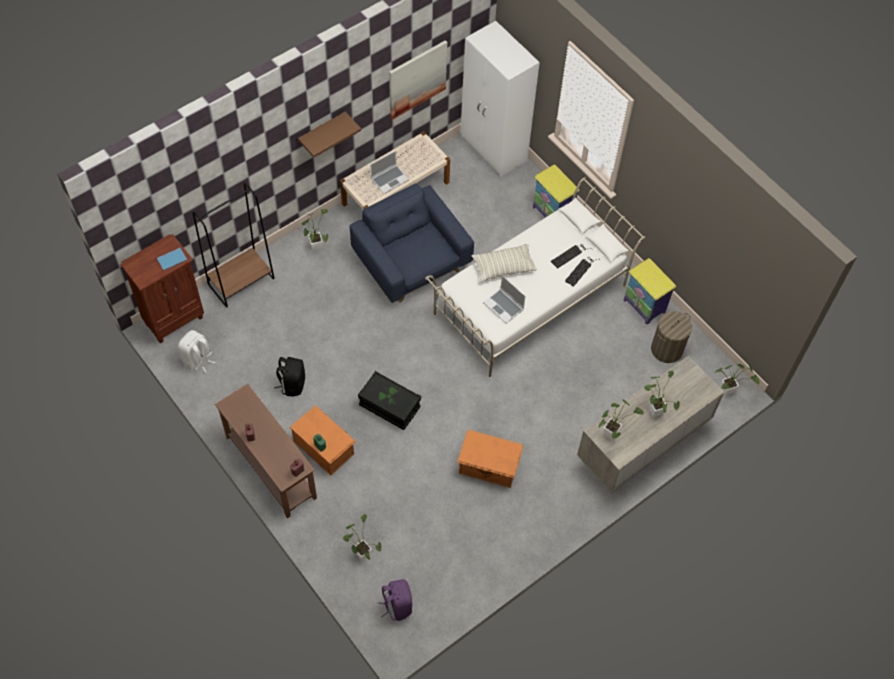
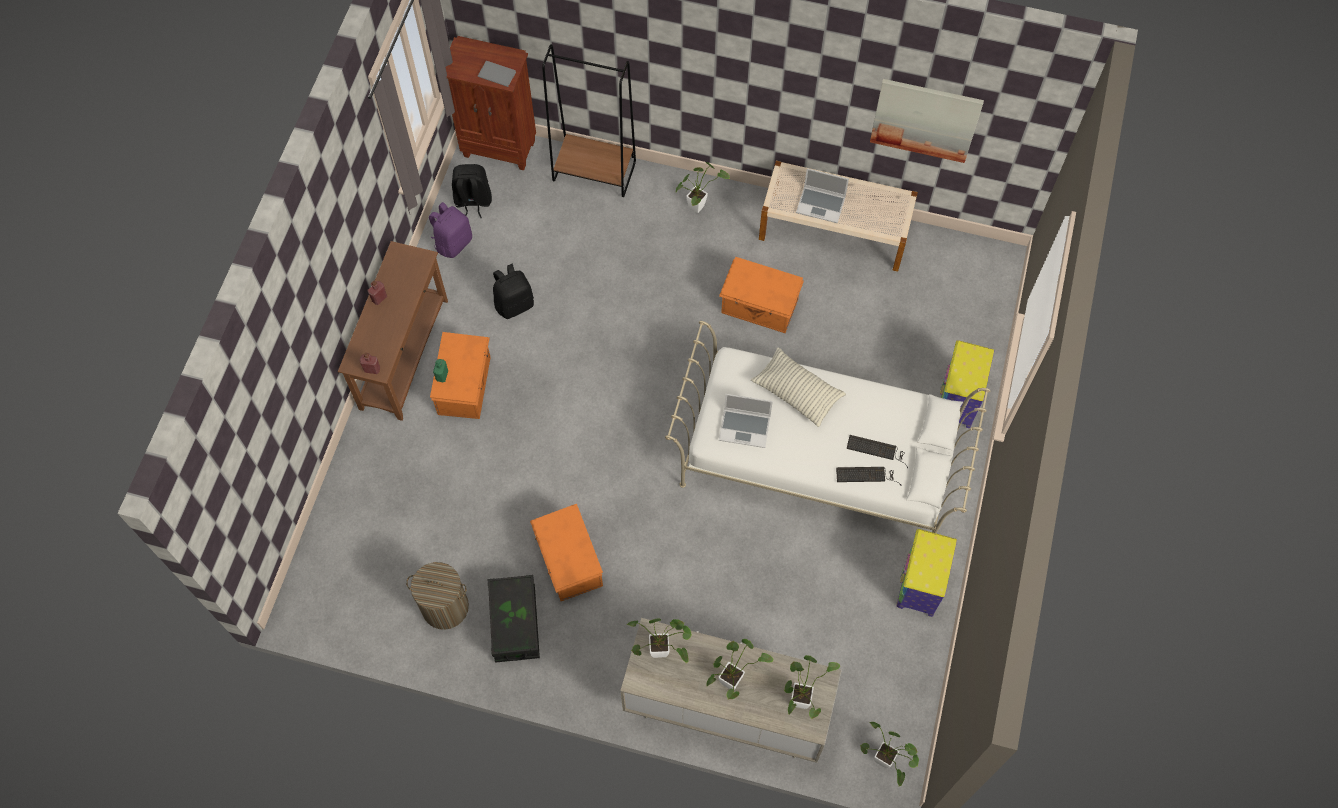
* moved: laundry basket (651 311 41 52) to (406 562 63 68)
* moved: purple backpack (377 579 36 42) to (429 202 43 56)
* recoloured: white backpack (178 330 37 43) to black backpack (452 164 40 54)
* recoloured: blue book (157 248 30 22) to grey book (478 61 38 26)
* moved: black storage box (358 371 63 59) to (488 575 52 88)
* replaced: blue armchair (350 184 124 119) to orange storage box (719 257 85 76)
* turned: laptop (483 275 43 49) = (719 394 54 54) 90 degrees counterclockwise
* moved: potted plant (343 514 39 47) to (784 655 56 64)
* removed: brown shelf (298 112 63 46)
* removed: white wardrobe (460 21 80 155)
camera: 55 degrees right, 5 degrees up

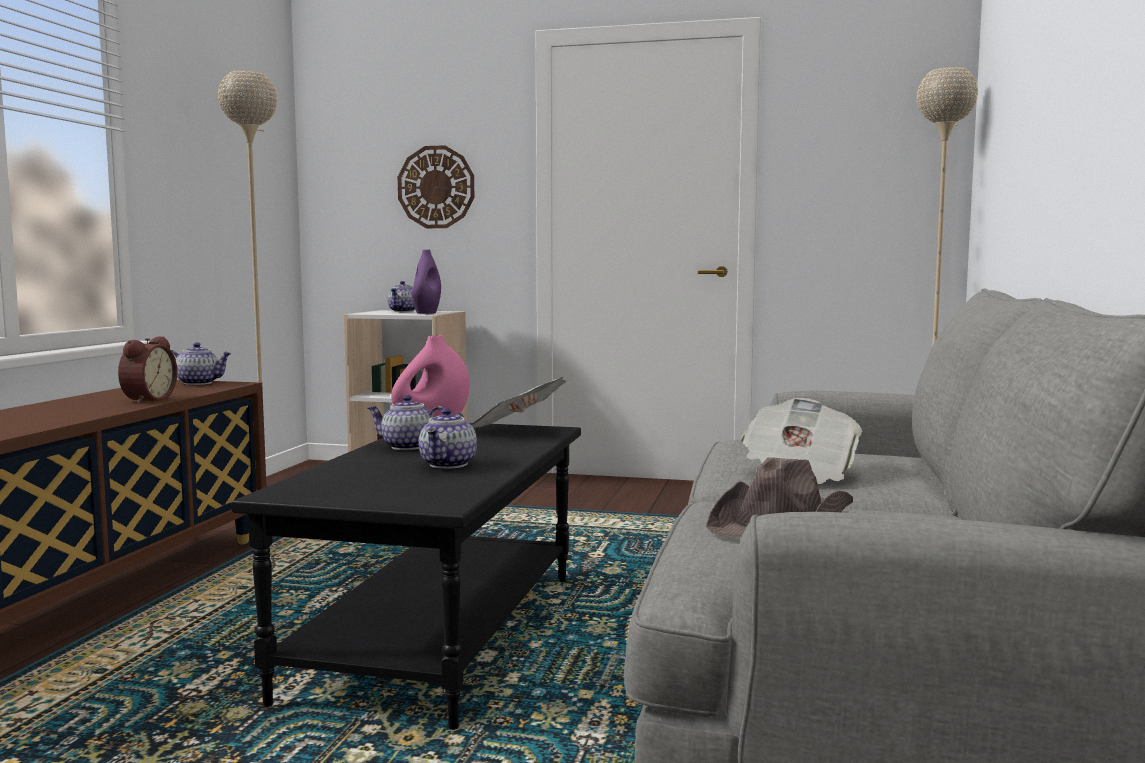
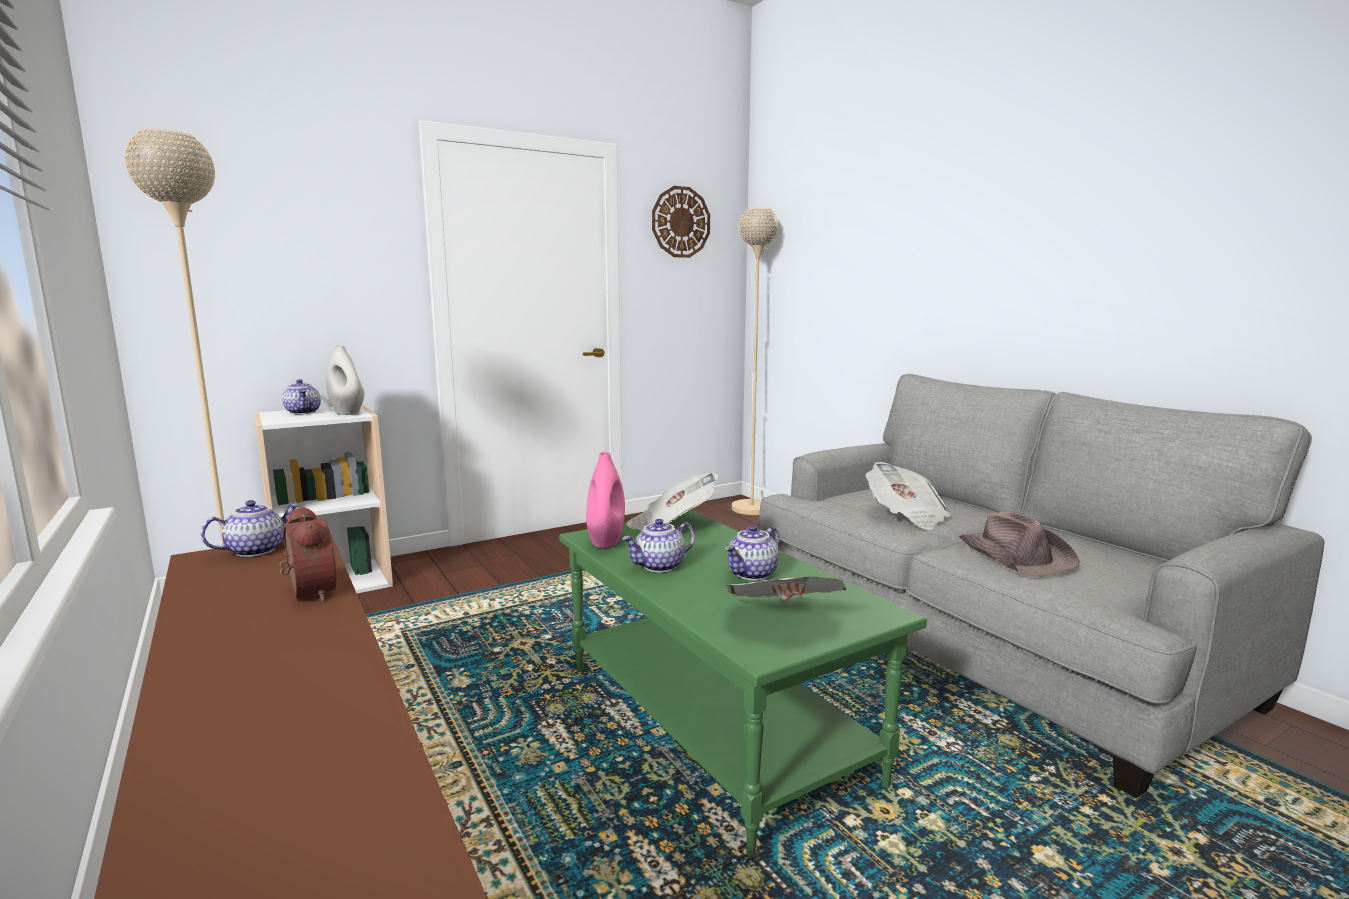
* recoloured: purple vase (412 250 29 64) to white vase (326 345 39 70)
* recoloured: black coffee table (232 423 349 307) to green coffee table (559 510 368 346)
* moved: wall clock (398 145 76 83) to (652 186 58 72)
* turned: teapot (419 408 58 61) = (725 525 55 56) 75 degrees clockwise
* added: newspaper (726 577 121 24)
camera: 45 degrees left, 5 degrees up

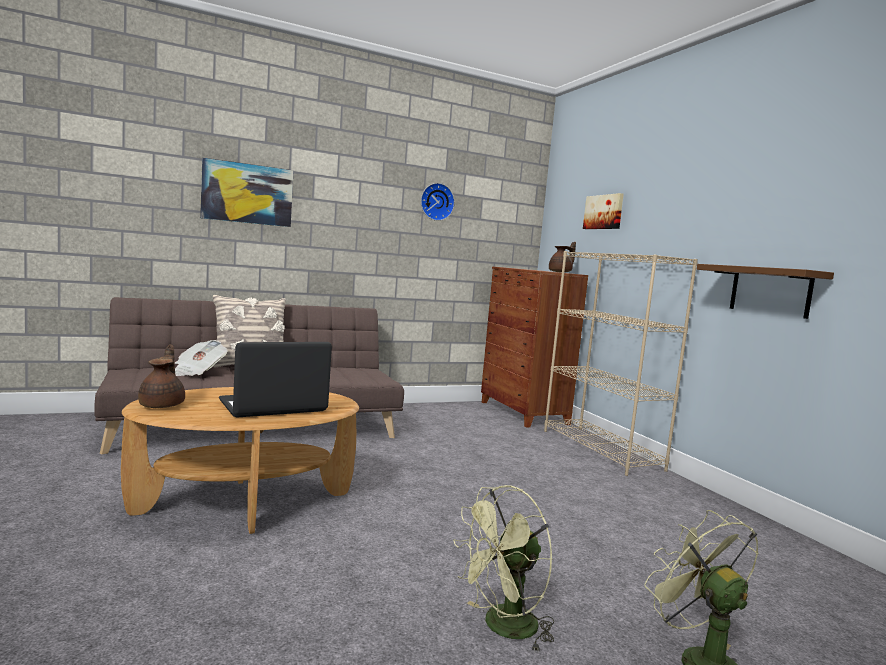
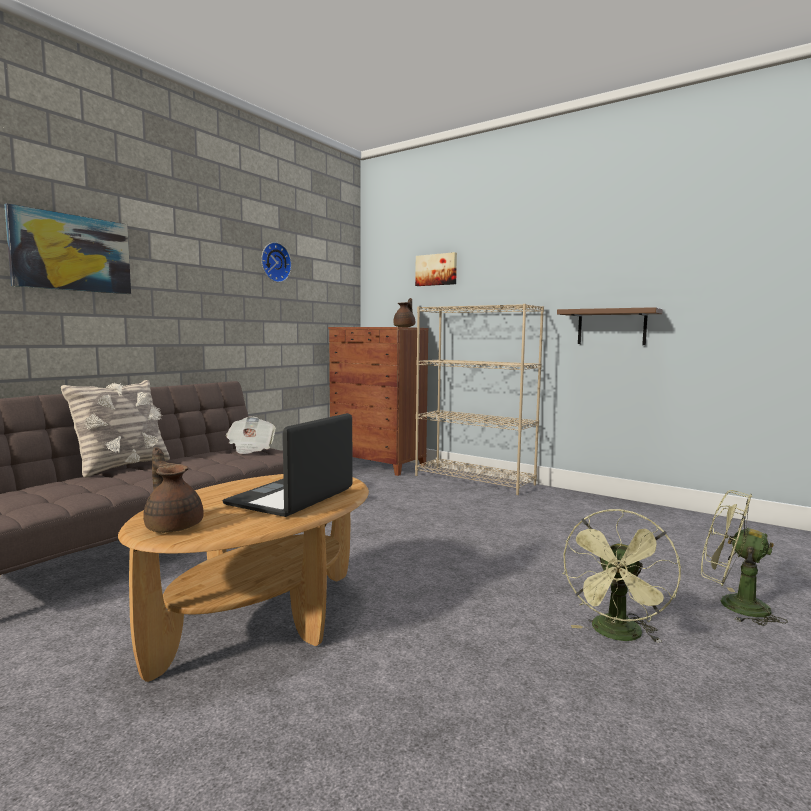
* moved: newspaper (175 340 53 36) to (226 417 50 37)
camera: 30 degrees left, 0 degrees up

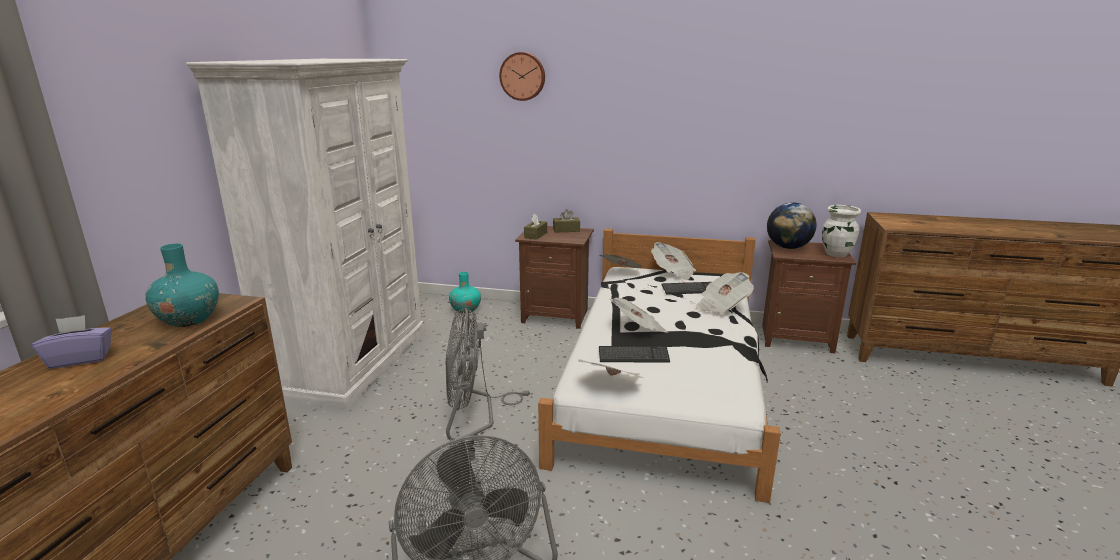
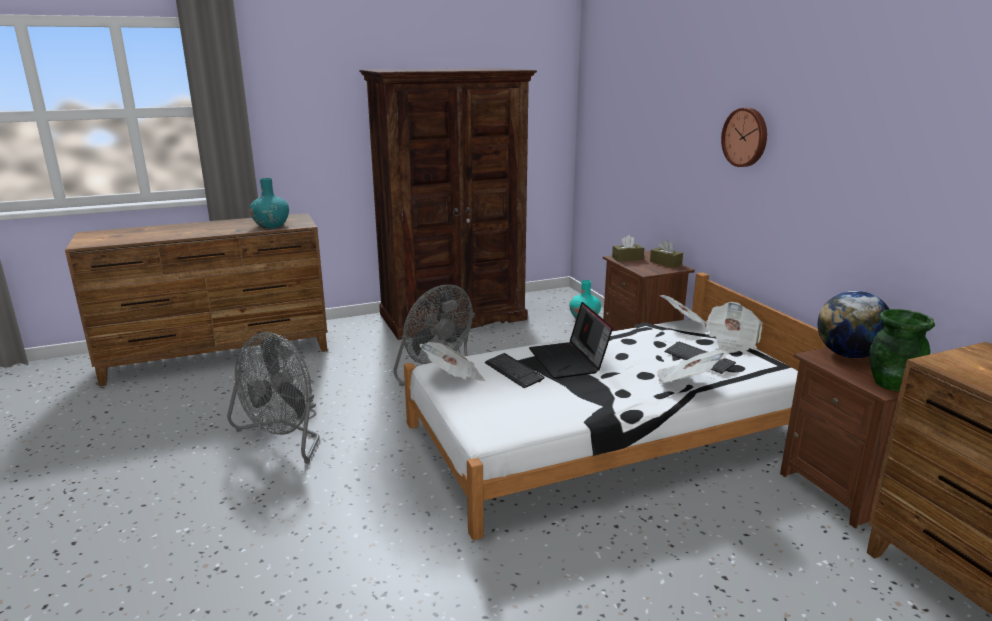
* recoloured: white wardrobe (186 59 239 352) to brown wardrobe (359 68 178 272)
* replaced: newspaper (610 298 58 35) to laptop (529 302 84 77)
* moved: wall clock (499 52 46 49) to (721 108 46 59)
* recoloured: white vase (822 205 39 52) to green vase (870 309 65 82)
* removed: purple tissue box (32 315 80 54)
camera: 55 degrees right, 0 degrees up

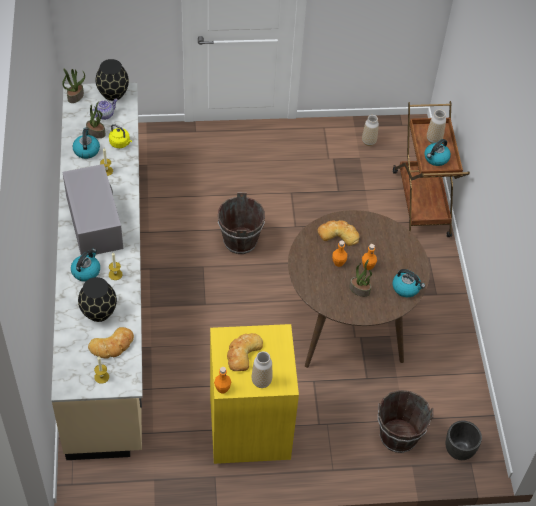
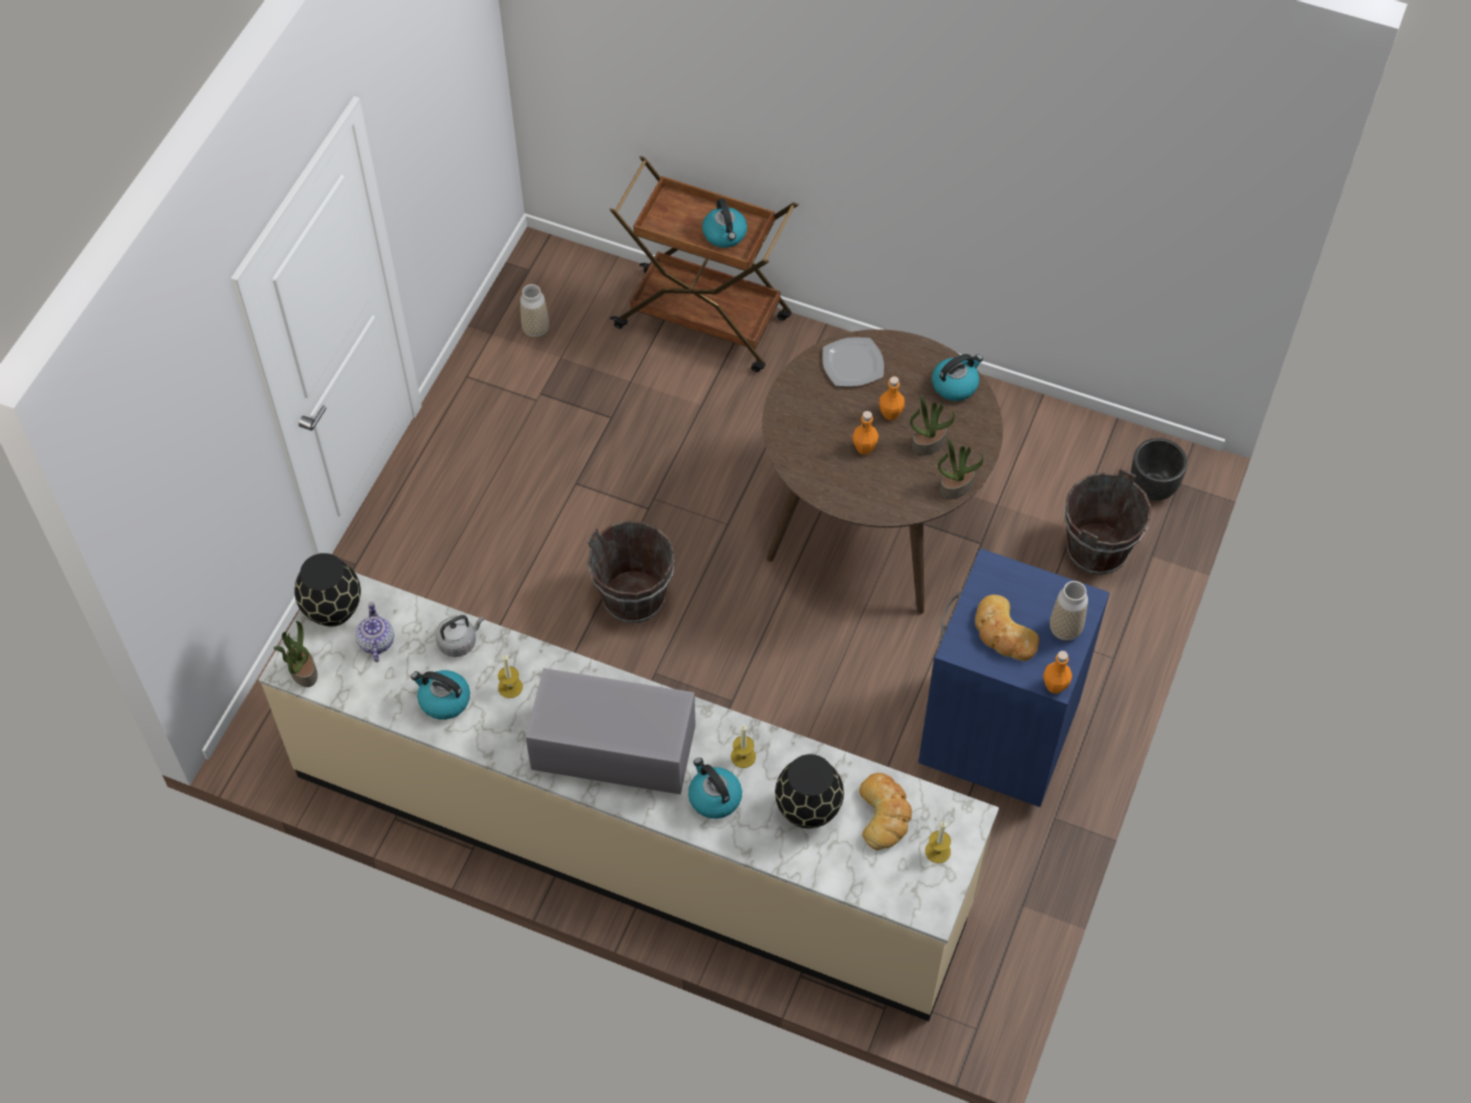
* recoloured: yellow kettle (109 124 23 24) to grey kettle (435 615 49 42)
* added: plate (822 337 62 49)
* recoloured: yellow dresser (210 324 89 140) to blue dresser (918 548 192 259)
* moved: potted plant (86 101 20 37) to (938 439 45 60)
* removed: bread (318 220 42 26)
* removed: vase (427 110 19 34)
camera: 60 degrees left, 5 degrees up

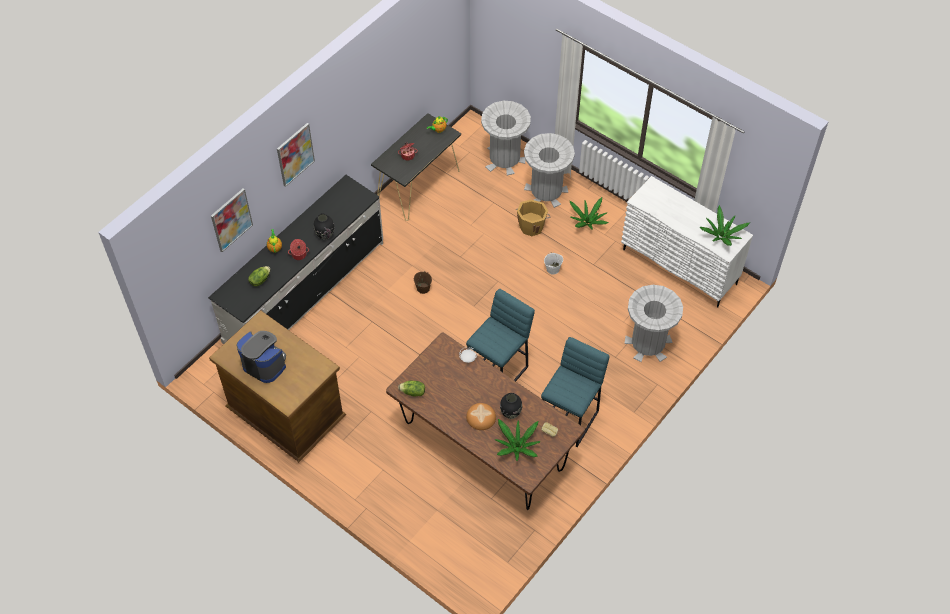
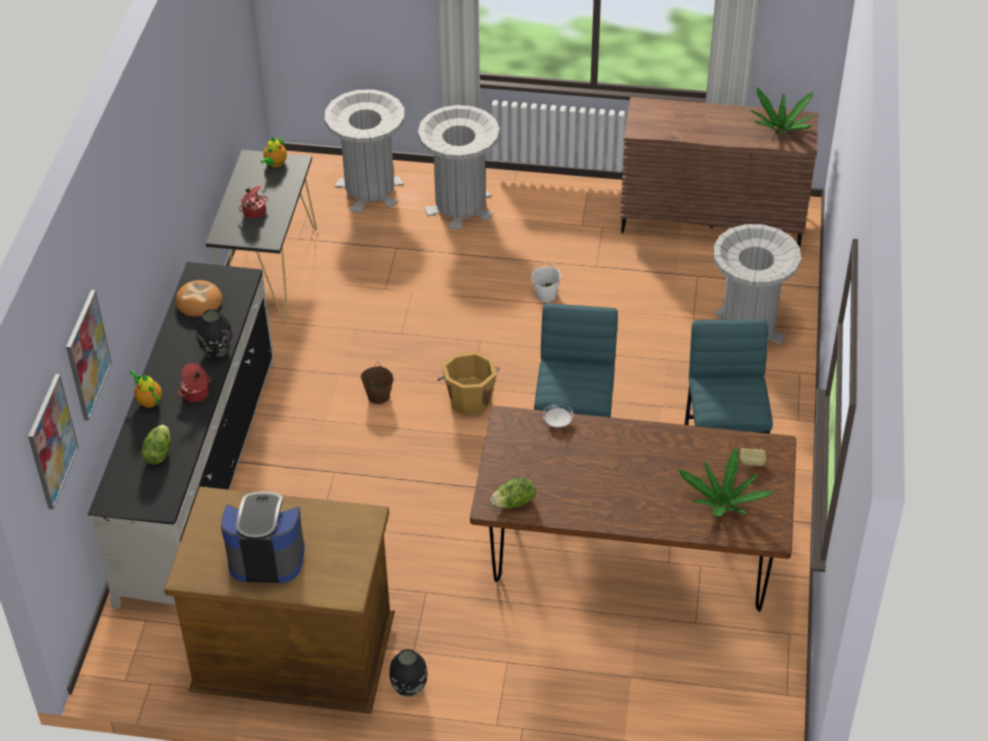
* moved: picture (277 123 38 64) to (28 374 51 136)
* moved: bread (466 403 30 27) to (175 280 47 37)
* moved: black vase (500 393 22 26) to (389 649 39 48)
* moved: orange bucket (515 200 36 36) to (437 352 63 64)
* recoloured: white dresser (621 176 132 132) to brown dresser (620 97 198 150)
* removed: potted plant (570 197 39 33)
camera: 30 degrees left, 10 degrees down

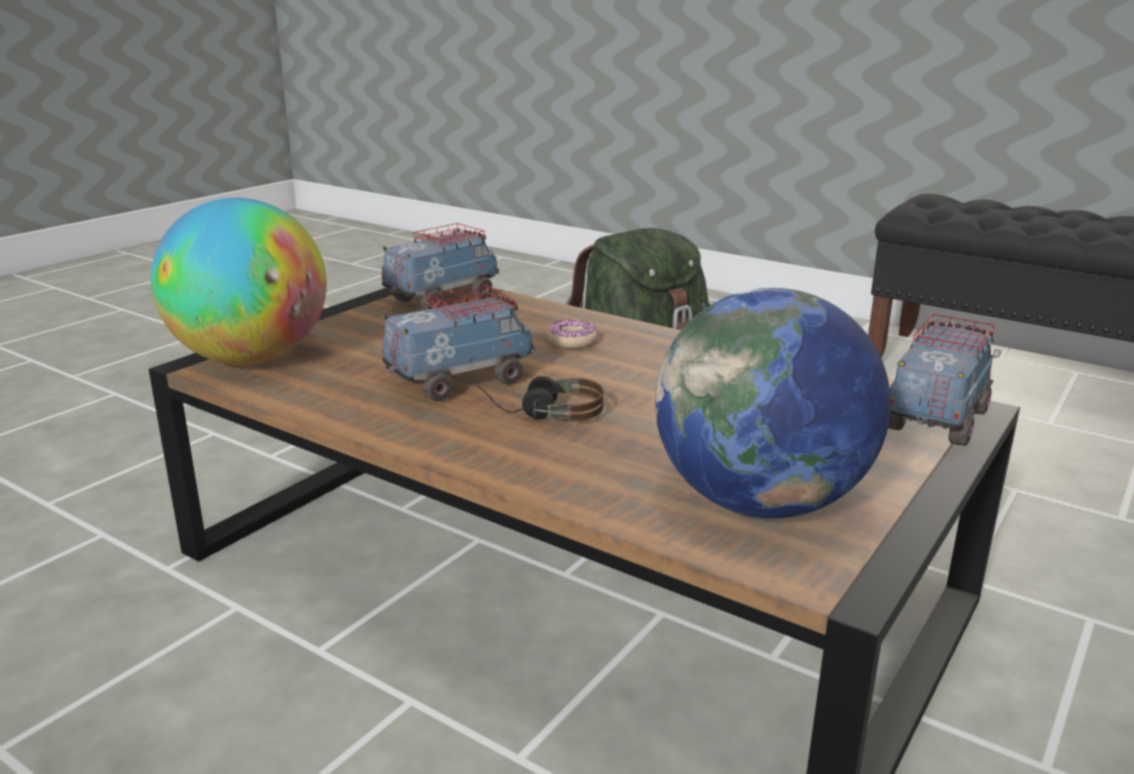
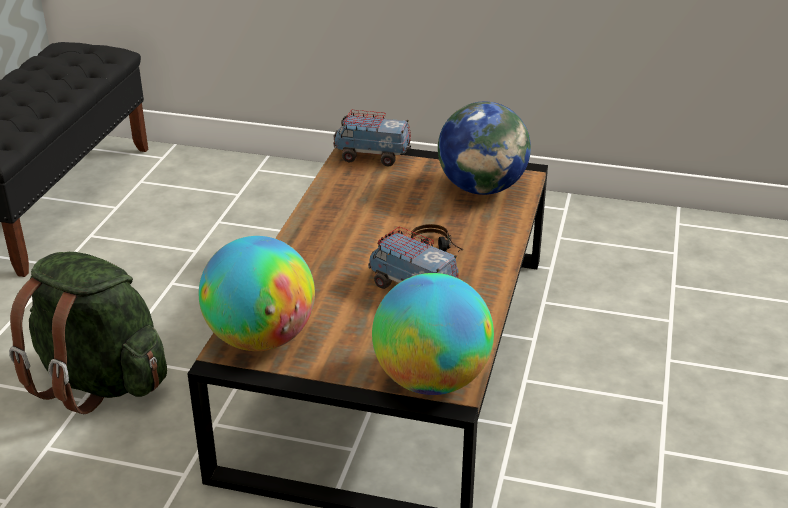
* replaced: toy truck (382 223 117 87) to globe (199 236 116 115)
* removed: donut (547 319 50 30)
camera: 110 degrees left, 10 degrees up

